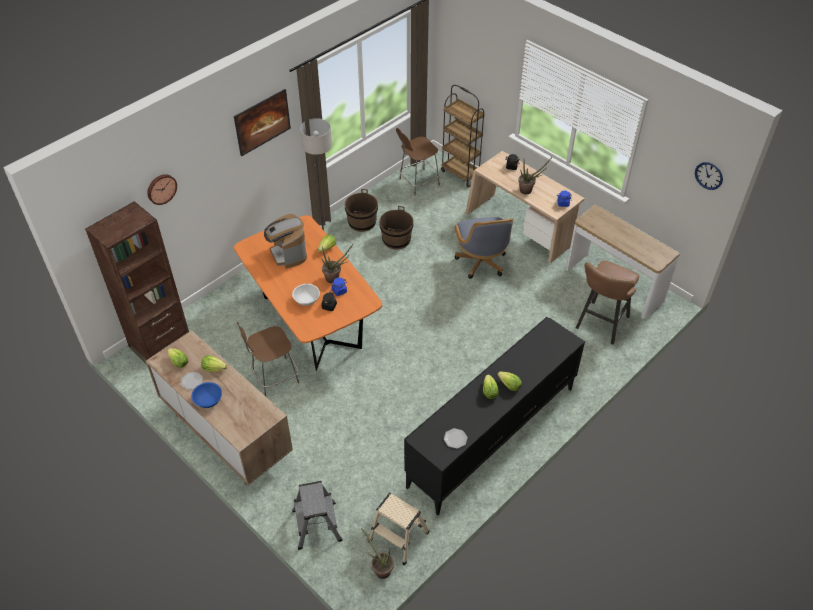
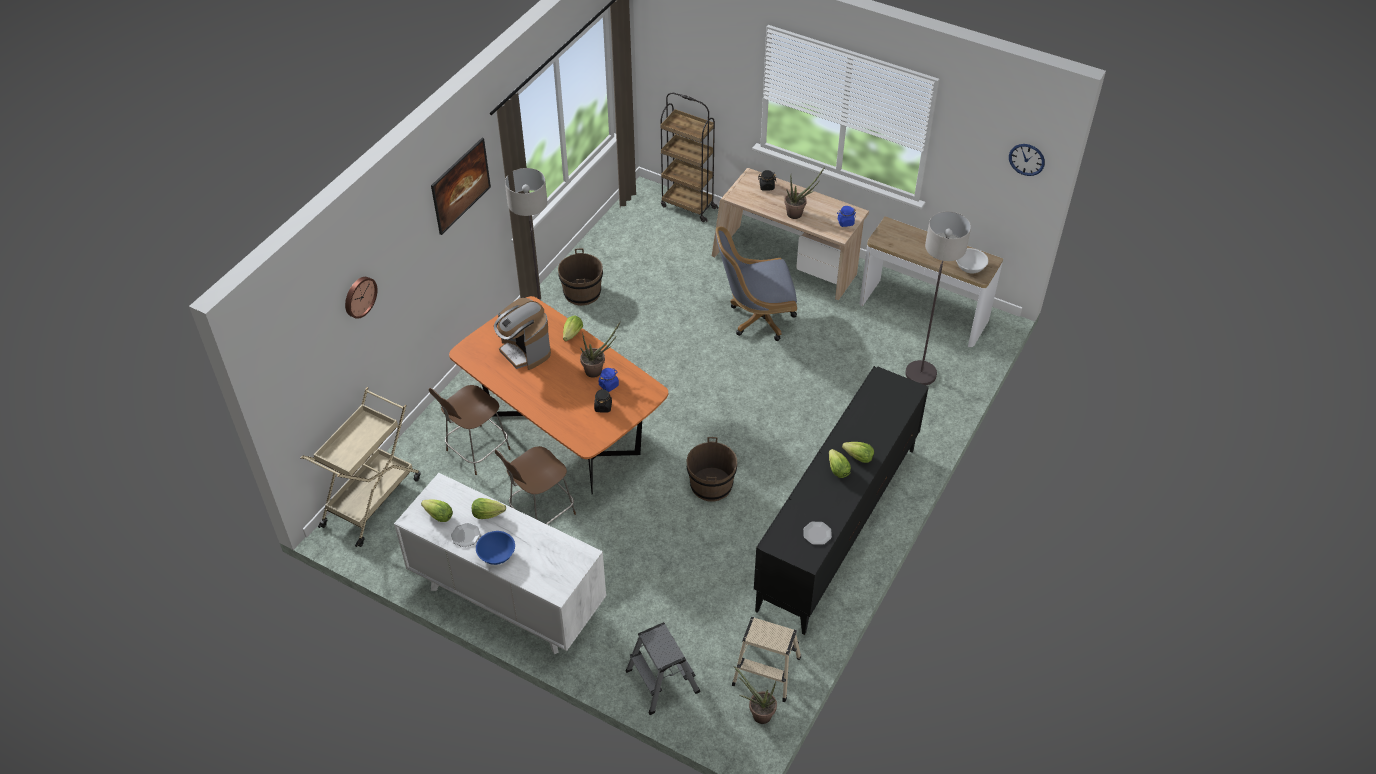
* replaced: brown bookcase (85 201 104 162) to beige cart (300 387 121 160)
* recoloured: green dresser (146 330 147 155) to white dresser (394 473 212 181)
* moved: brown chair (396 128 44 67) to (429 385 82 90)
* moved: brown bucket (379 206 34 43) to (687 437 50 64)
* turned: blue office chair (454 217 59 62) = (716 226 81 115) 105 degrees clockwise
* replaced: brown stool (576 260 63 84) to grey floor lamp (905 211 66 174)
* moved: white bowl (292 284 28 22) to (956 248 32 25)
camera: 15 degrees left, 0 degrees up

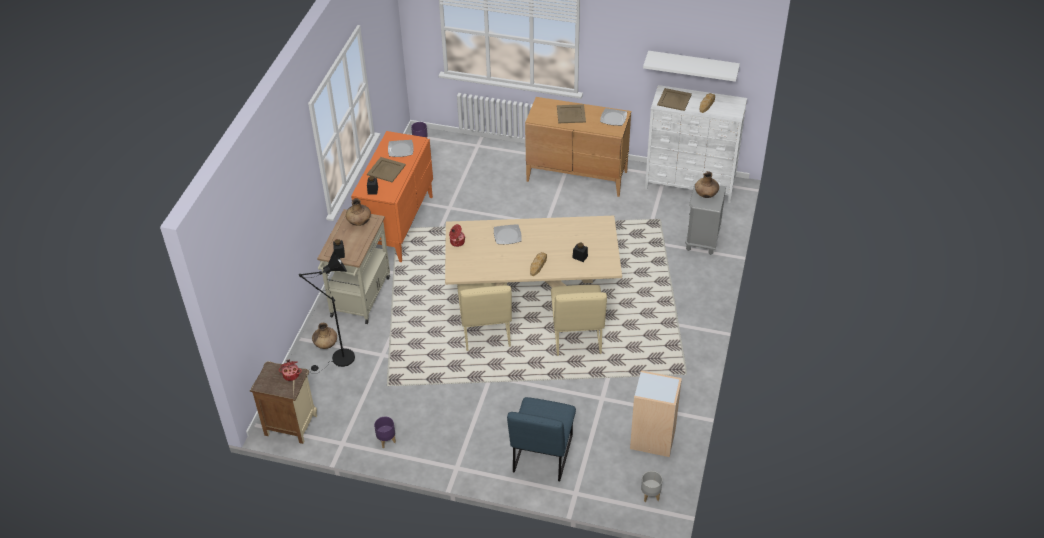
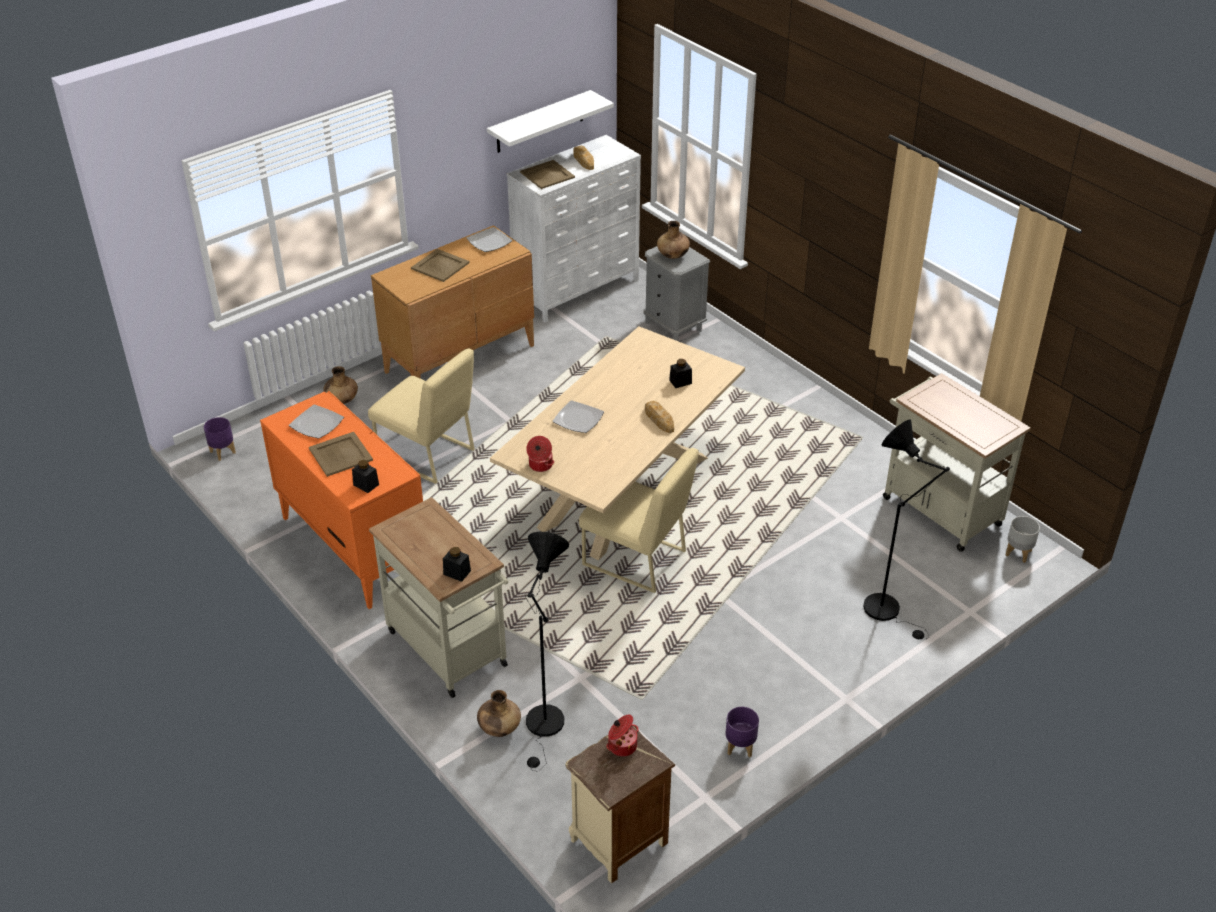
* moved: brown vase (346 198 25 28) to (323 366 35 38)
* moved: beige chair (551 285 56 71) to (368 348 107 136)
* replaced: blue chair (507 397 69 84) to black floor lamp (863 419 87 220)
* replaced: bookcase (630 371 52 86) to beige cart (883 373 148 179)
camera: 55 degrees left, 5 degrees down

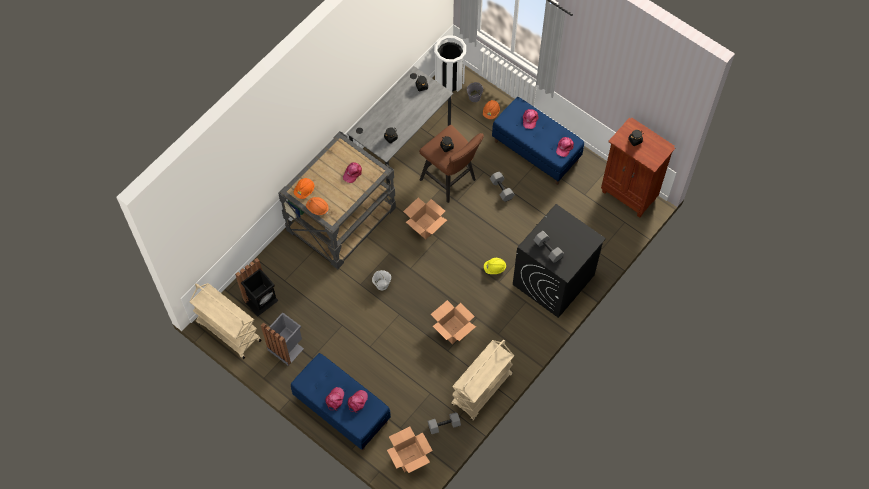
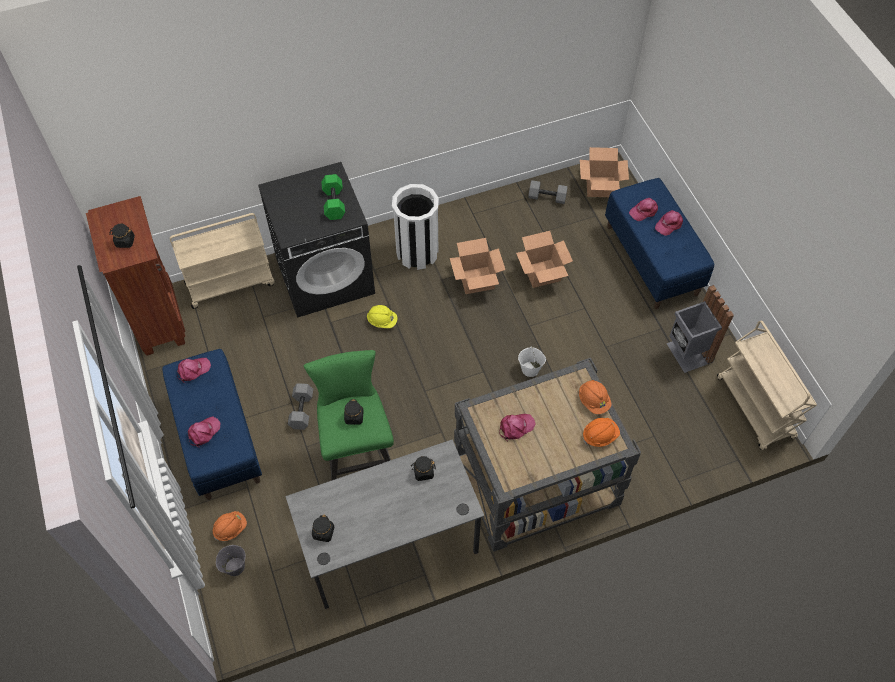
* moved: beige cart (451 340 63 81) to (170 213 105 96)
* recoloured: brown stool (419 125 65 78) to green stool (304 350 90 131)
* recoloured: grey dumbbell (534 231 30 32) to green dumbbell (321 174 24 46)
* moved: white trash can (434 35 32 57) to (392 184 47 86)
* moved: cardboard box (403 198 44 41) to (516 231 57 57)
* removed: black trash can (235 258 44 59)
camera: 150 degrees left, 5 degrees down

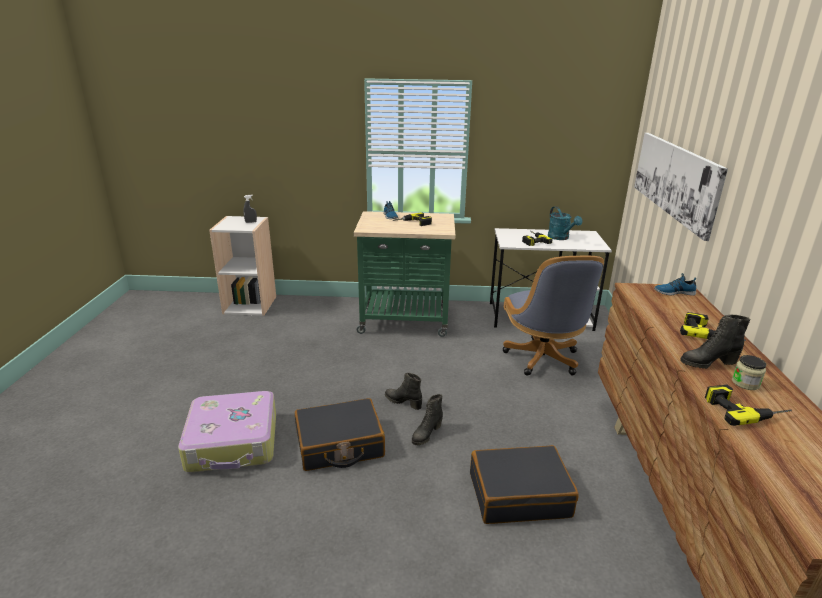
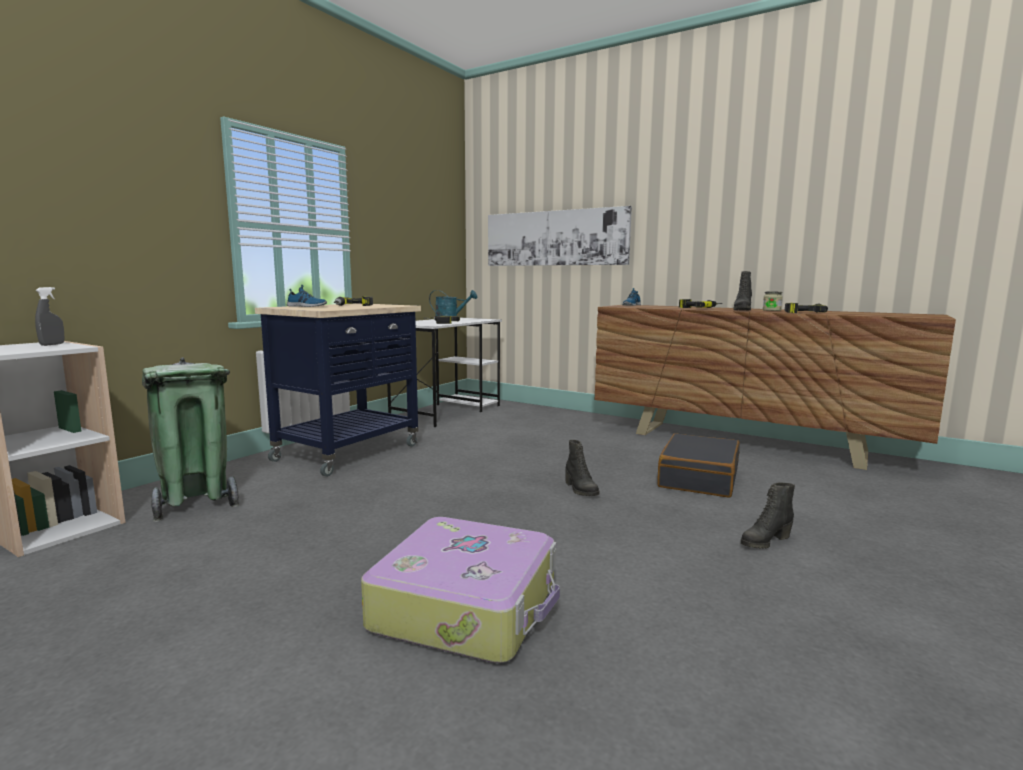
* added: green trash can (142 357 97 165)
* recoloured: green cart (354 211 101 126) to blue cart (255 303 166 174)
* moved: black boot (385 373 37 37) to (741 482 54 67)
* removed: black suitcase (295 398 90 73)
* removed: blue office chair (503 256 101 120)
camera: 60 degrees left, 15 degrees down

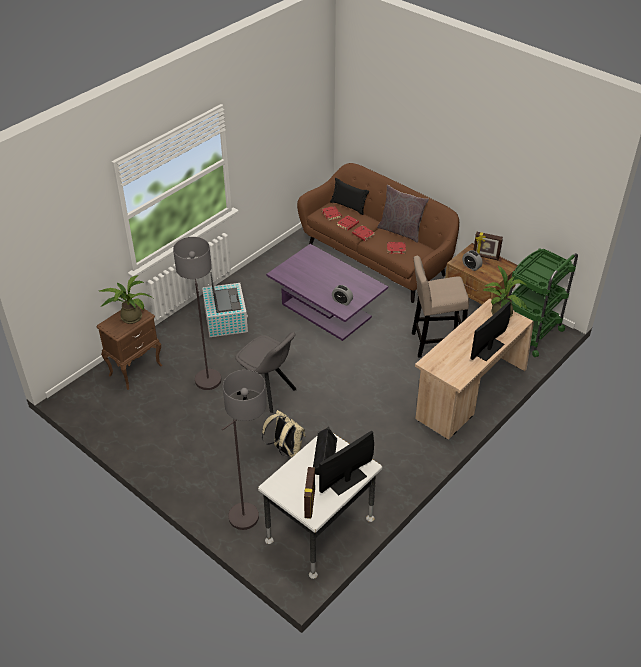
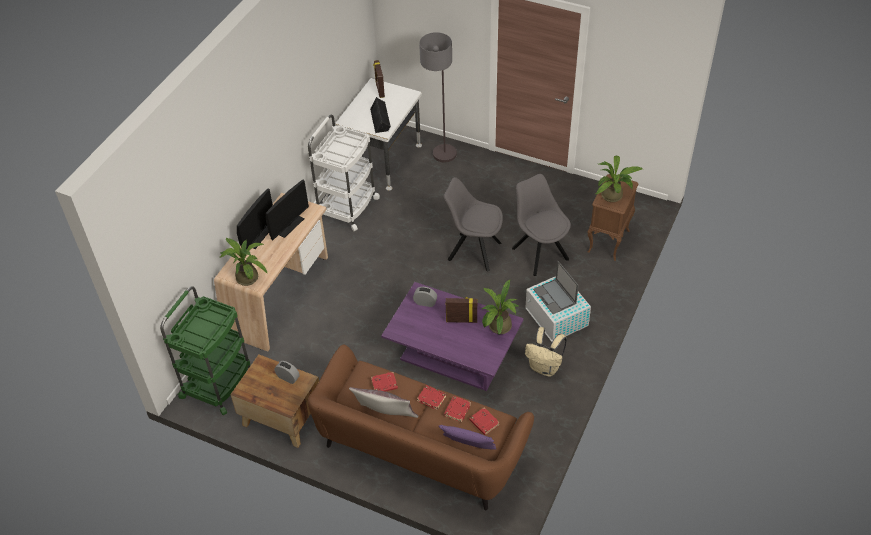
* moved: monitor (319 430 55 66) to (266 180 43 60)
* added: white cart (308 115 72 116)
* recoloured: black pillow (330 178 39 37) to purple pillow (439 425 58 25)
* moved: picture frame (473 232 30 28) to (446 297 31 26)
* added: potted plant (481 279 39 55)
* replaced: grey floor lamp (173 237 48 153) to grey chair (512 174 59 102)
* moved: beige backpack (262 410 44 47) to (525 327 42 50)
* removed: beige stool (412 256 57 102)
camera: 165 degrees right, 5 degrees up

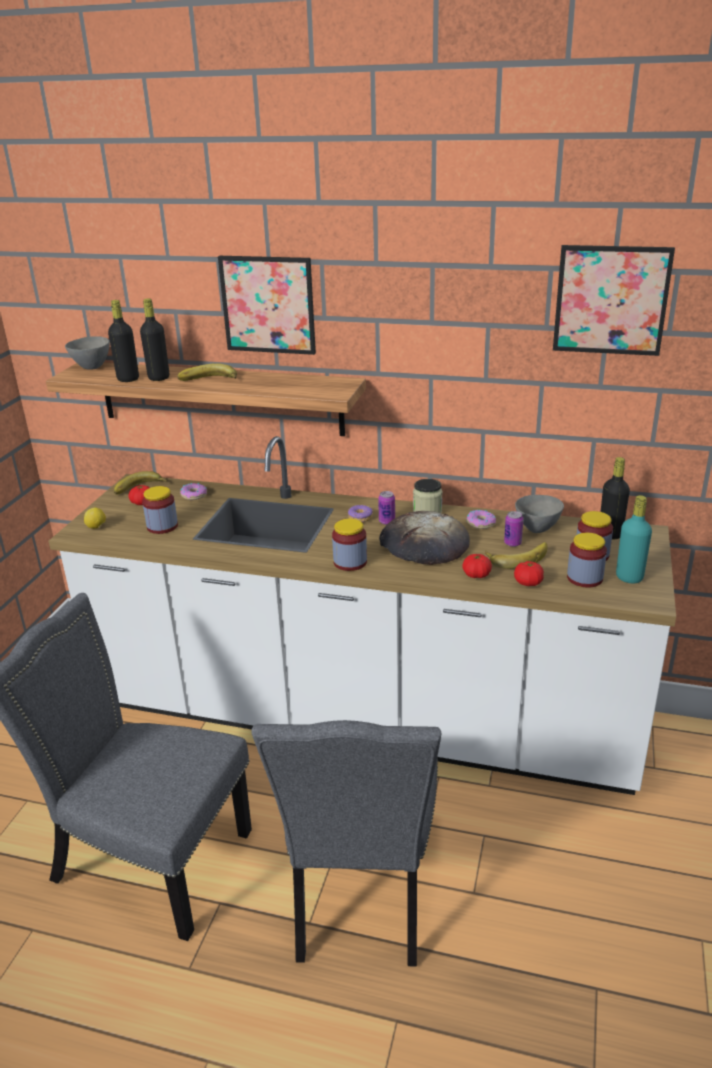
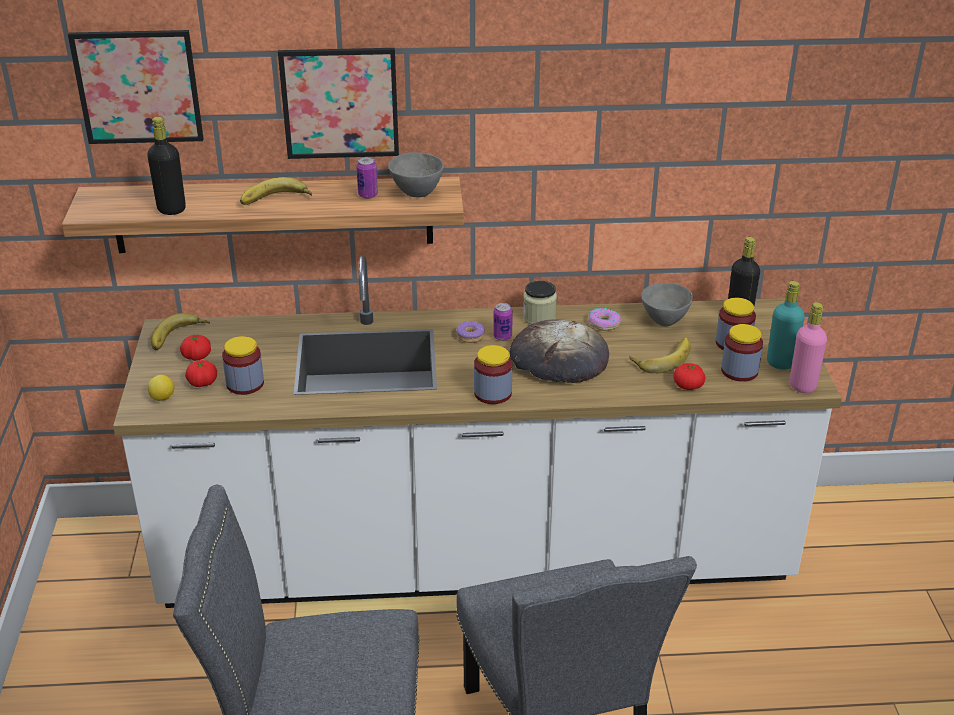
* moved: picture (553 245 122 111) to (68 30 136 114)
* moved: tomato (462 554 30 24) to (185 360 32 27)
* moved: can (504 511 19 36) to (356 157 22 42)
* moved: grey bowl (65 336 45 34) to (388 152 56 45)
* added: pink bottle (790 302 37 91)
* removed: black bottle (140 299 29 82)
* removed: donut (180 483 27 17)
camera: 20 degrees left, 5 degrees up

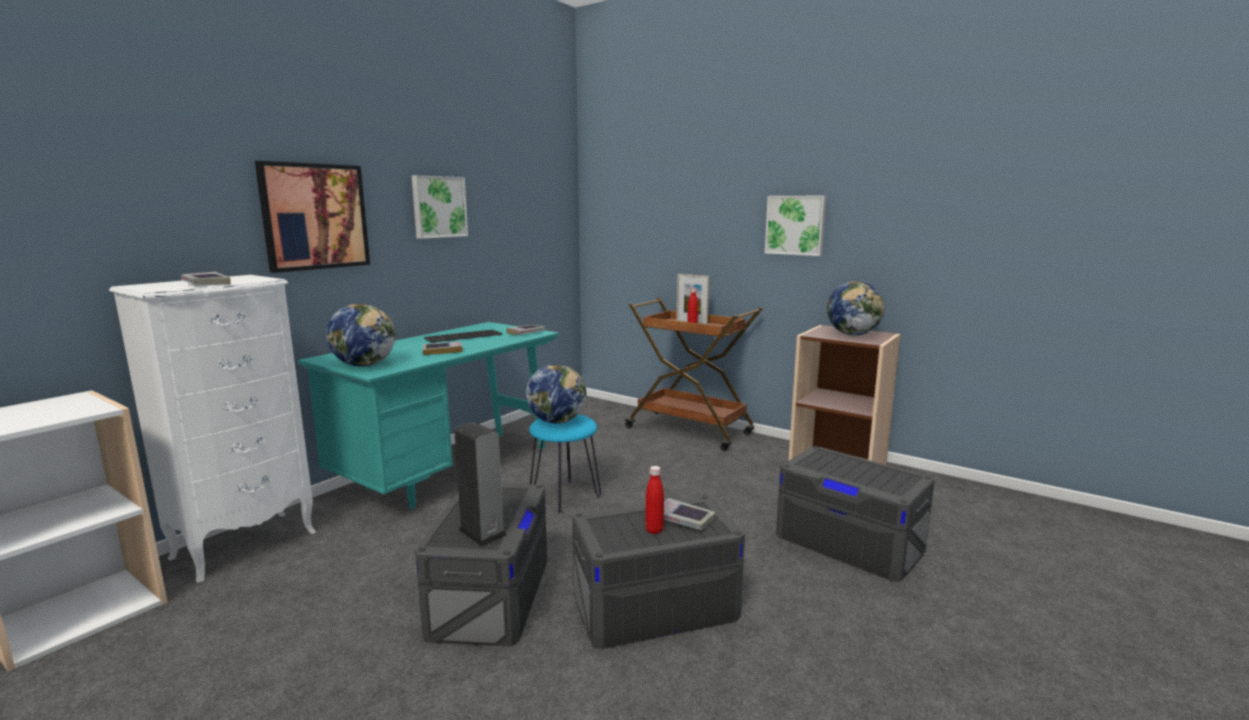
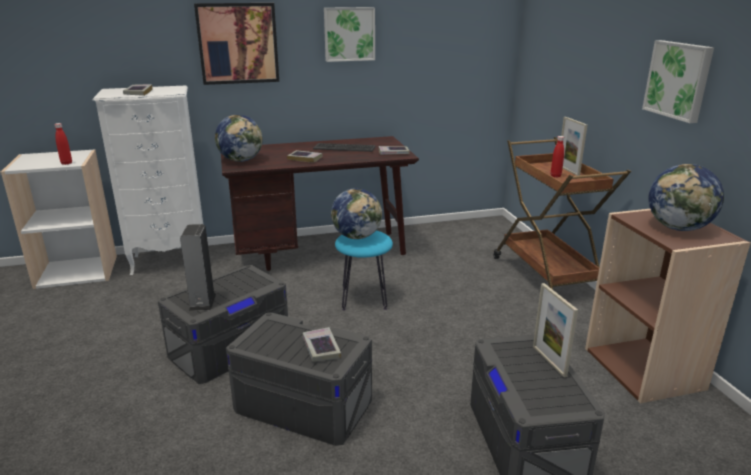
* moved: red bottle (645 466 19 68) to (54 123 18 42)
* recoloured: turquoise desk (298 322 261 187) to brown desk (221 136 198 135)
* added: picture frame (533 283 45 95)
camera: 40 degrees right, 10 degrees up

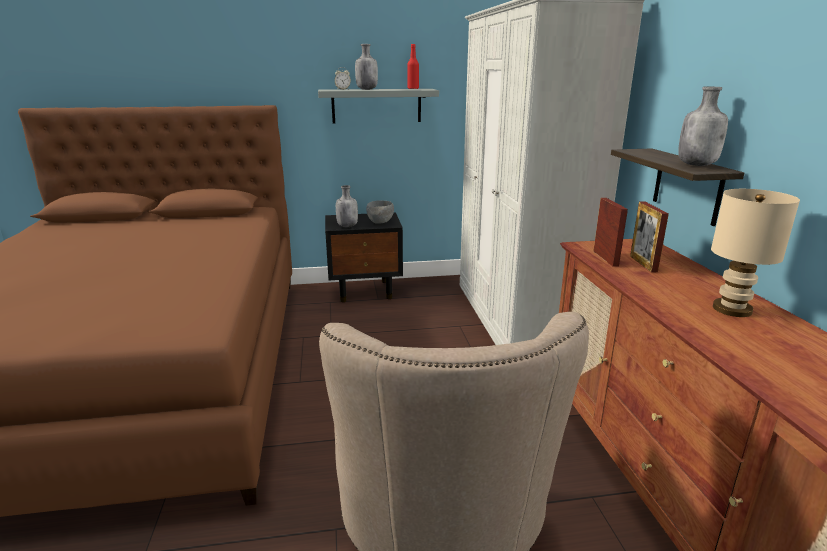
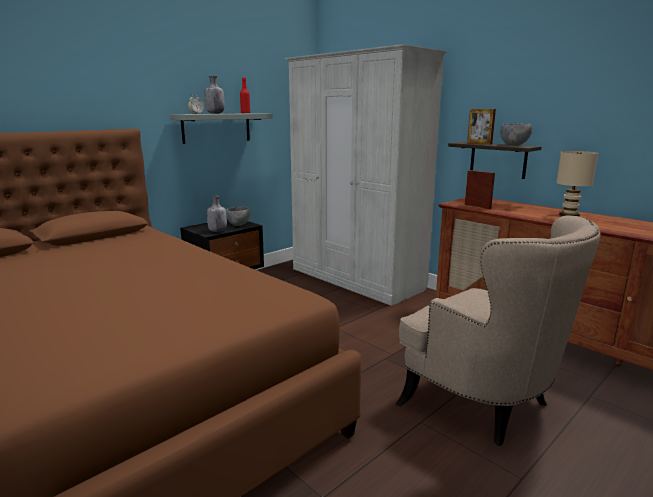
* moved: picture frame (630 201 39 72) to (467 109 29 36)
* replaced: grey bottle (678 87 50 79) to grey bowl (500 123 32 22)
camera: 35 degrees left, 5 degrees down

